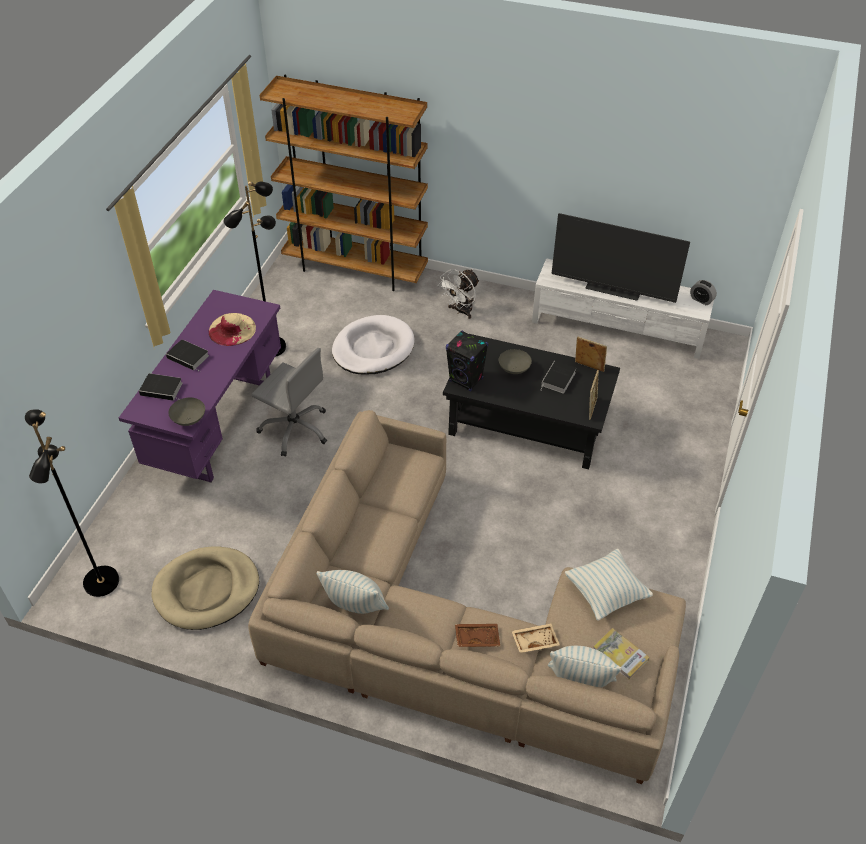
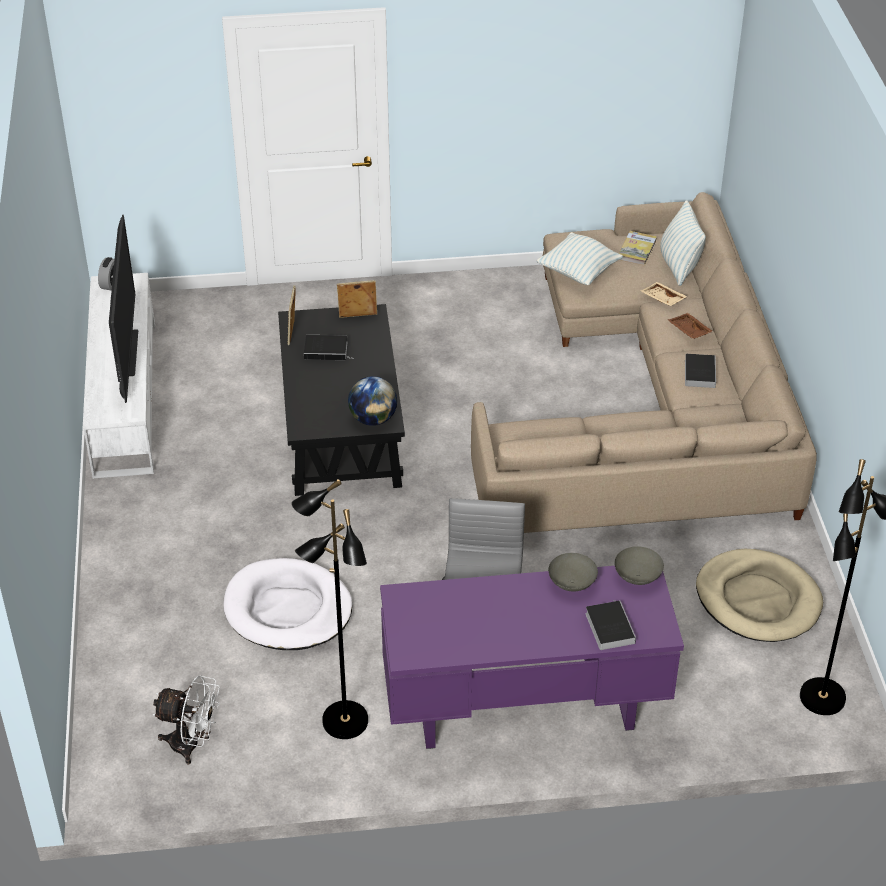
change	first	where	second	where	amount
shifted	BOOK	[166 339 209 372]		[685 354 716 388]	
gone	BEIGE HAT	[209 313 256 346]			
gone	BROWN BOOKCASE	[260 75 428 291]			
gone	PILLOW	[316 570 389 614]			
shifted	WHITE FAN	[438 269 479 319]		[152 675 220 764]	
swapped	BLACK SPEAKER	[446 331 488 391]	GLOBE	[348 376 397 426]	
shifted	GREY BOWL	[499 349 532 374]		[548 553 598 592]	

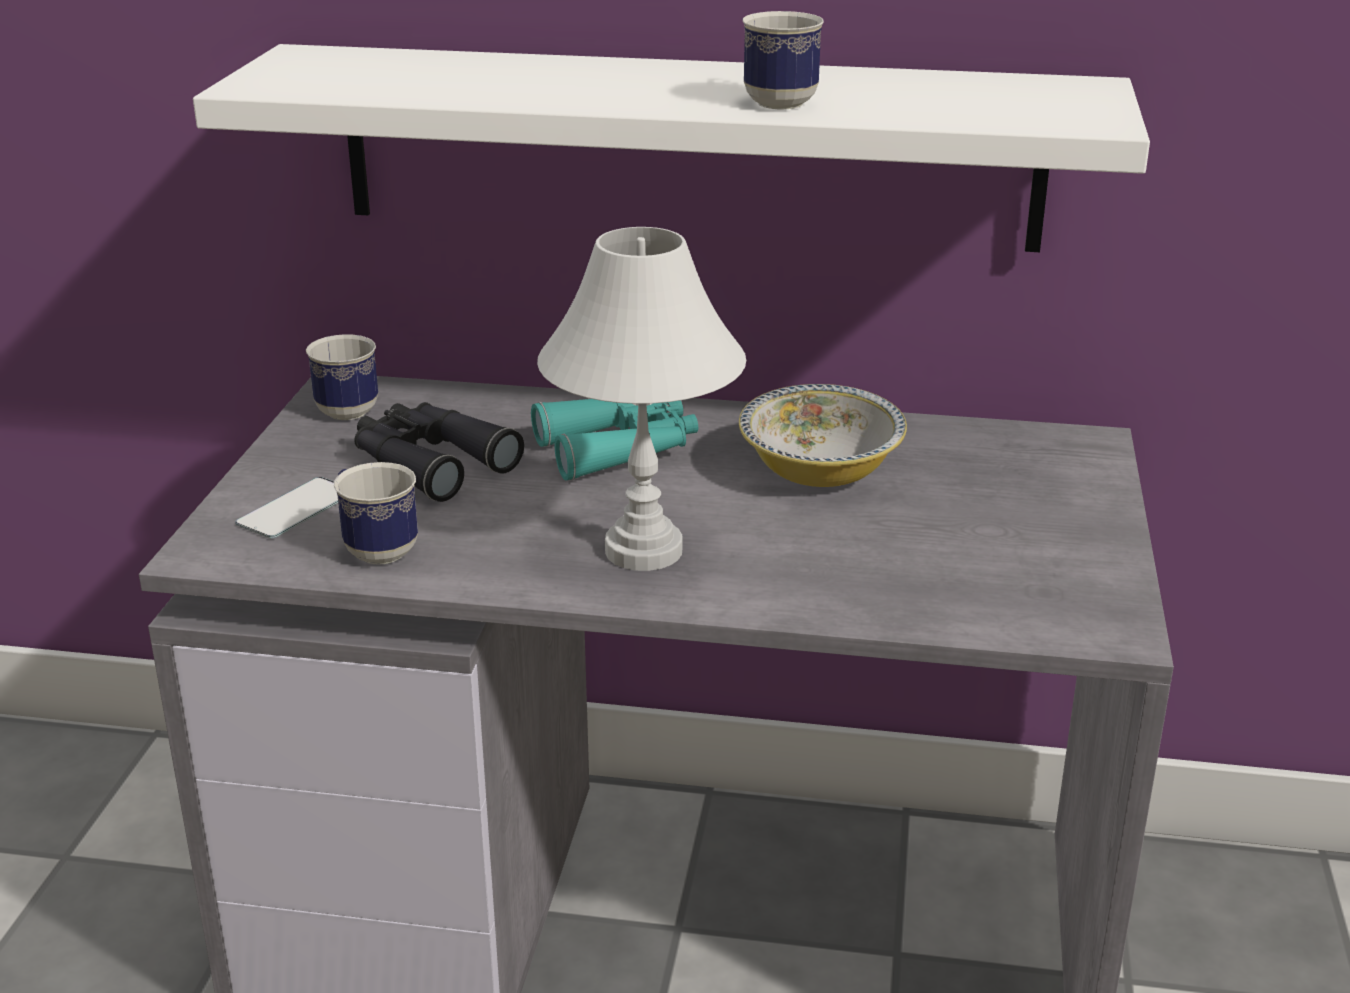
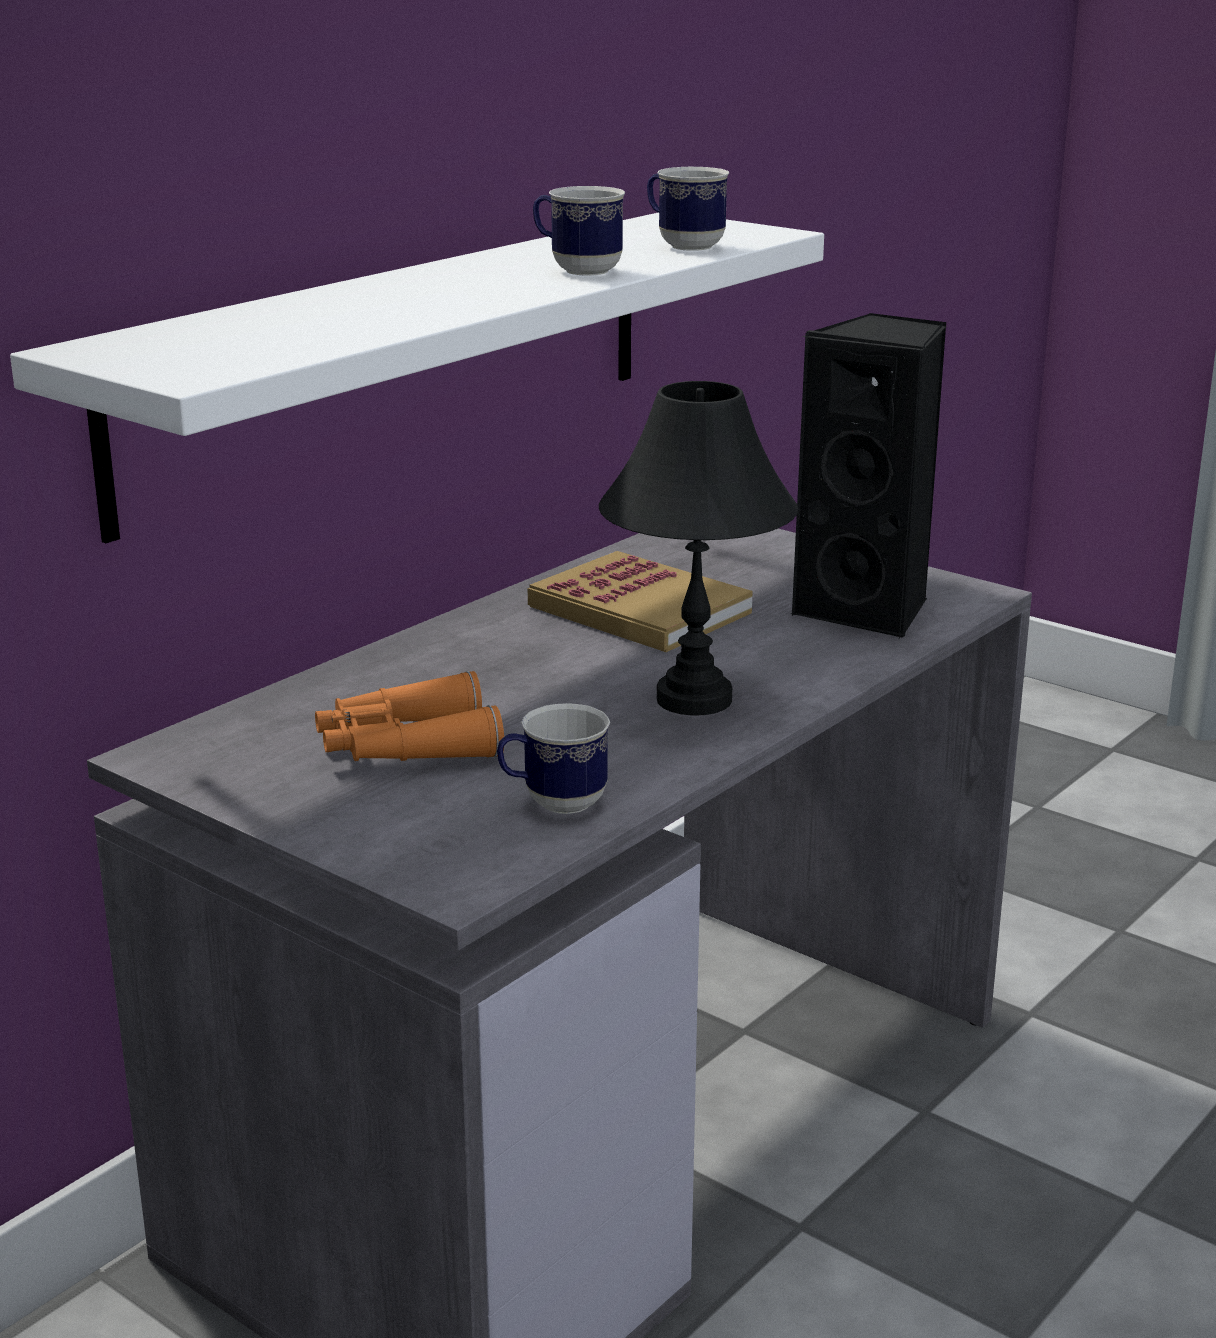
change	first	where	second	where	amount
gone	PHONE	[235 477 338 539]			
shifted	MUG	[306 334 378 420]		[647 167 729 251]	
repainted	BLACK BINOCULARS	[354 402 524 502]	ORANGE BINOCULARS	[315 671 504 761]	
gone	TURQUOISE BINOCULARS	[531 399 698 480]			
repainted	WHITE TABLE LAMP	[537 227 746 571]	BLACK TABLE LAMP	[599 381 798 716]	
swapped	BOWL	[739 384 907 487]	BOOK	[528 551 752 652]	
new			BLACK SPEAKER	[791 313 946 638]	

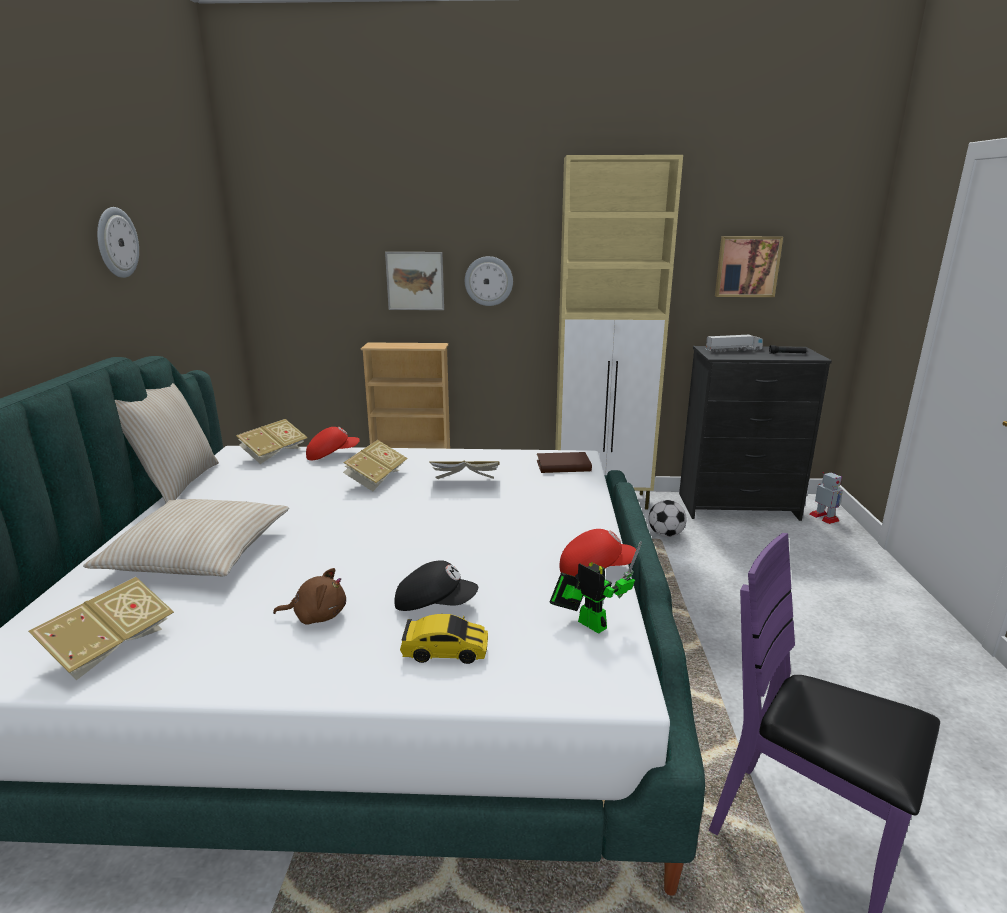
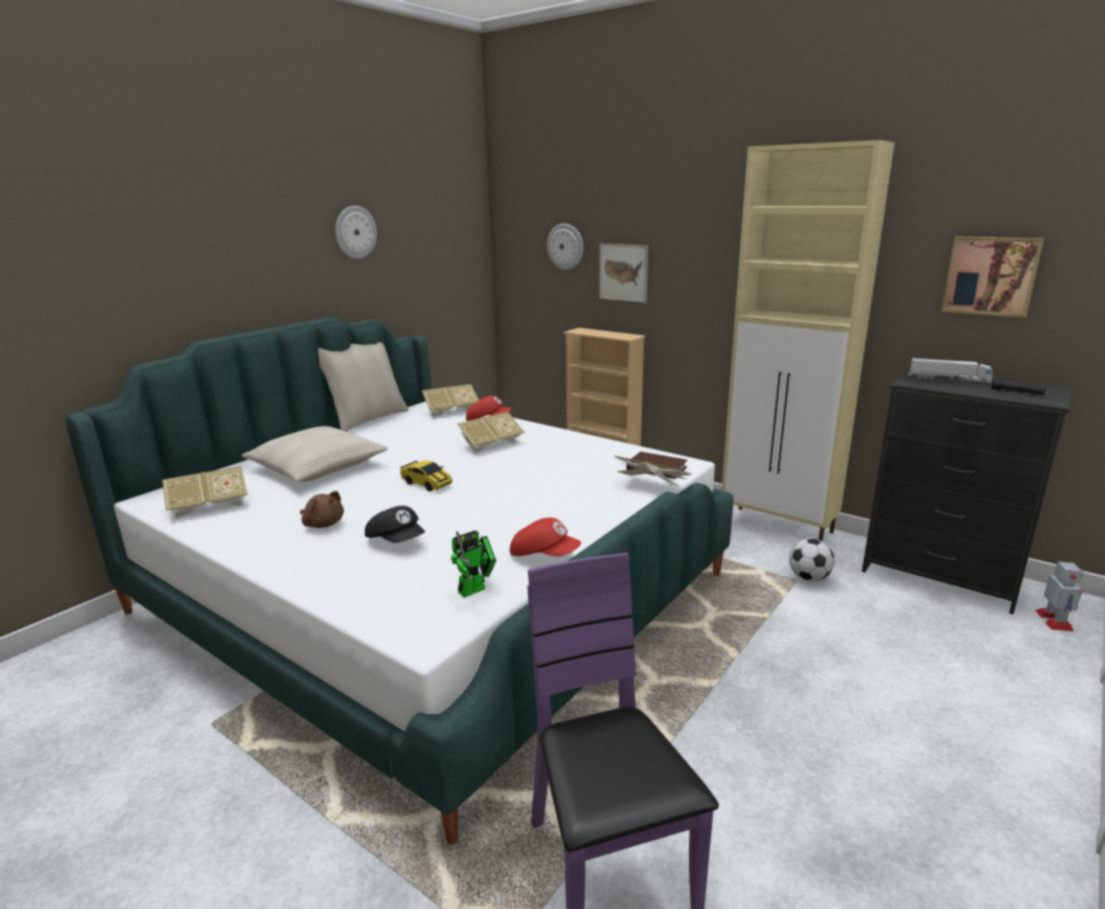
change	first	where	second	where	amount
shifted	TOY CAR	[400 614 488 664]		[400 460 452 491]	
shifted	BOOK	[429 461 500 479]		[615 456 692 488]	
shifted	WALL CLOCK	[465 256 513 306]		[547 223 584 270]	
rotated	TOY ROBOT	[550 541 642 634]		[451 530 496 598]	60 degrees clockwise

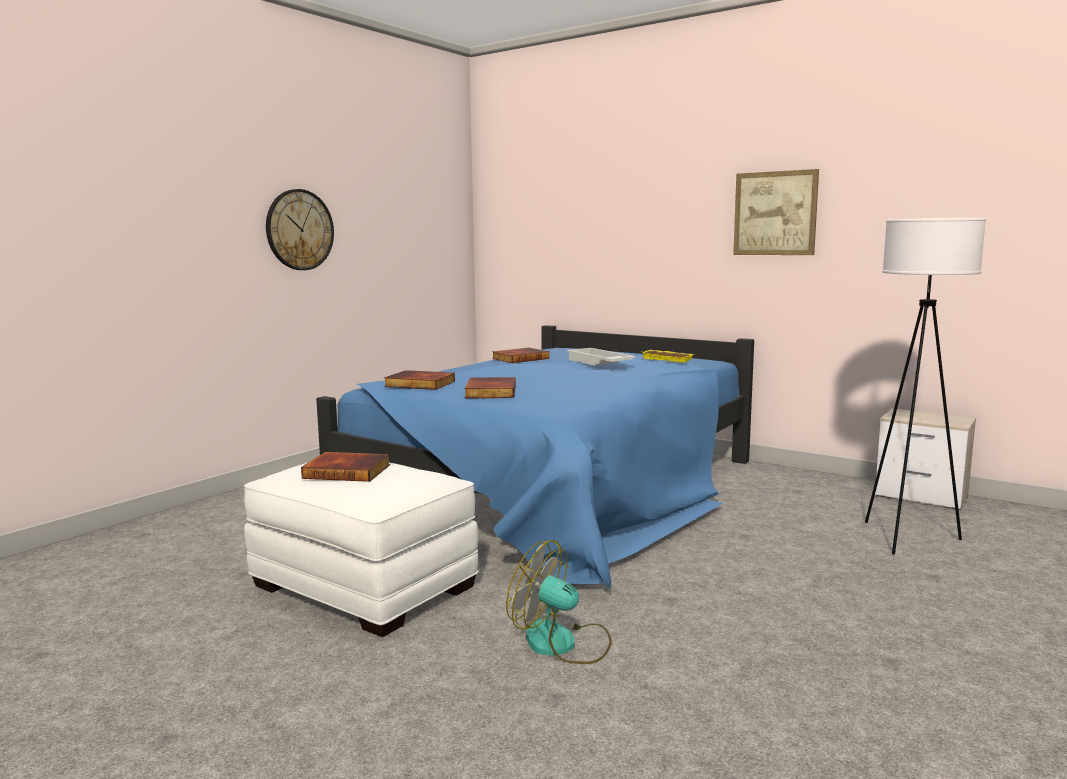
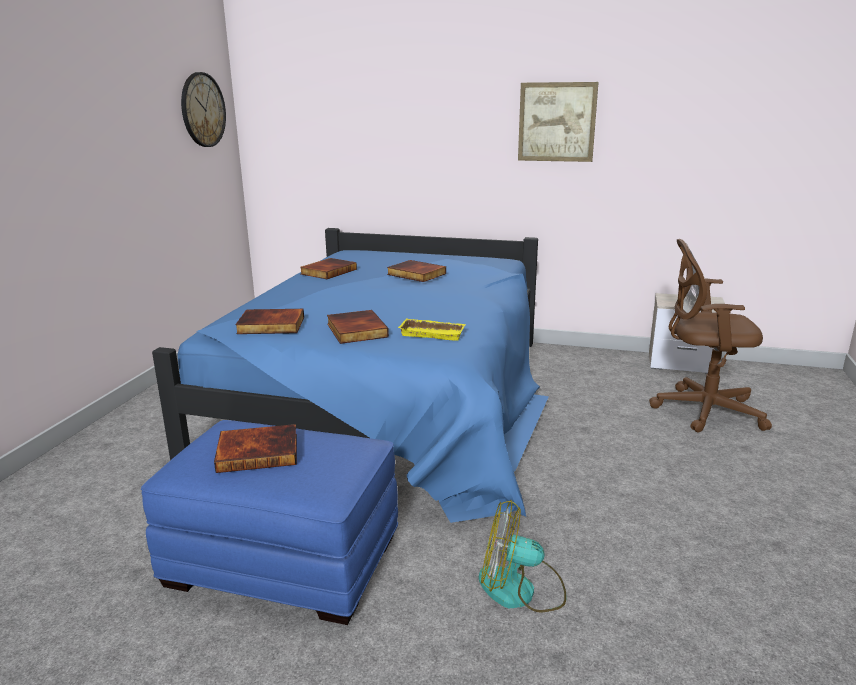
change	first	where	second	where	amount
repainted	WHITE OTTOMAN	[244 463 479 637]	BLUE OTTOMAN	[141 420 398 625]	
shifted	WALL CLOCK	[266 189 334 270]		[181 72 226 147]	
swapped	WHITE TRAY	[567 348 636 365]	BOOK	[387 260 446 282]	
shifted	YELLOW TRAY	[643 350 695 363]		[398 318 466 341]	
swapped	WHITE FLOOR LAMP	[865 218 986 555]	BROWN OFFICE CHAIR	[649 239 772 432]	

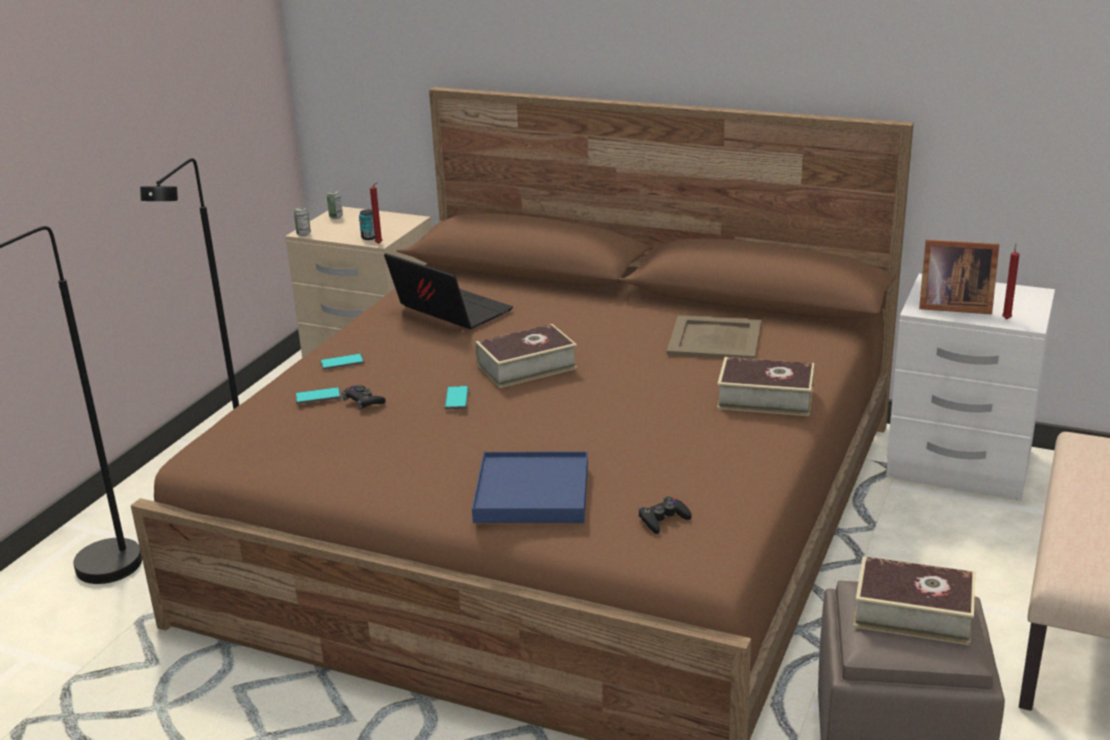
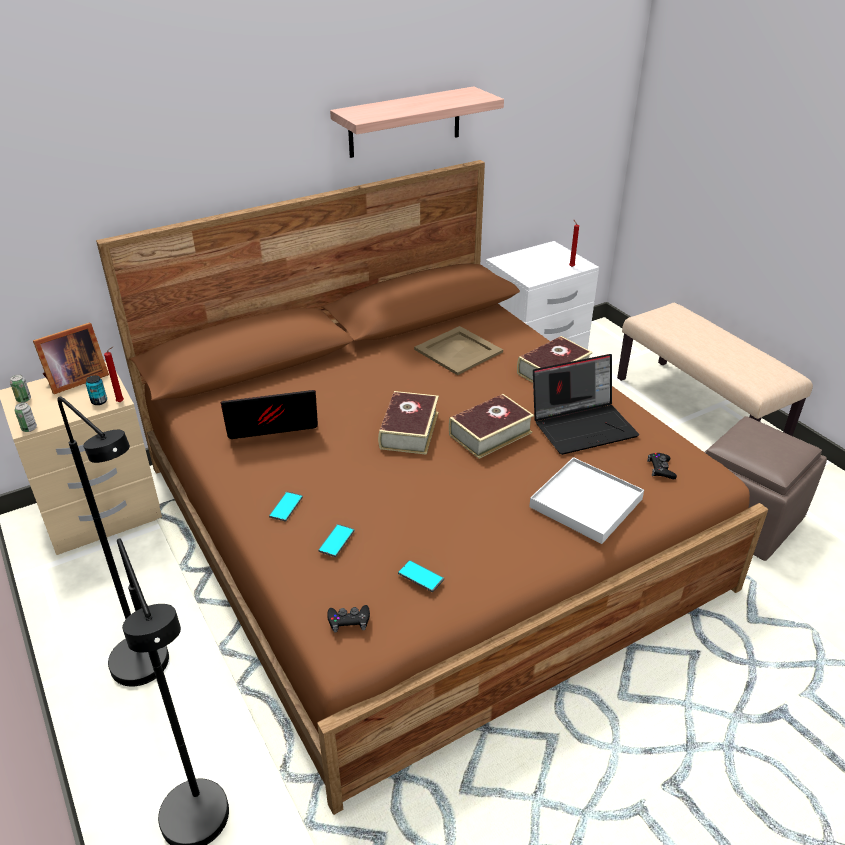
change	first	where	second	where	amount
shifted	BLACK GAME CONTROLLER	[342 385 386 410]		[327 605 370 632]	
shifted	PHONE	[445 386 469 409]		[398 560 444 592]	
repainted	BLUE TRAY	[472 451 588 523]	WHITE TRAY	[529 457 644 544]	
shifted	BOOK	[853 556 975 645]		[449 394 534 459]	
shifted	PICTURE FRAME	[919 239 999 314]		[33 322 109 394]	
new			SHELF	[330 86 504 158]	
new			LAPTOP	[533 354 639 455]	

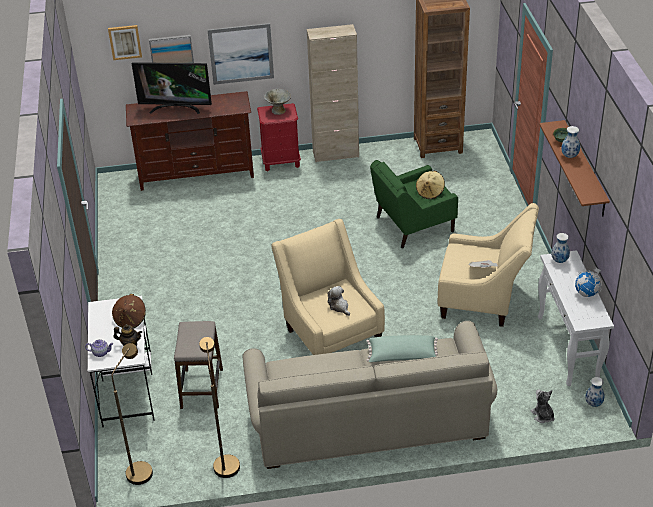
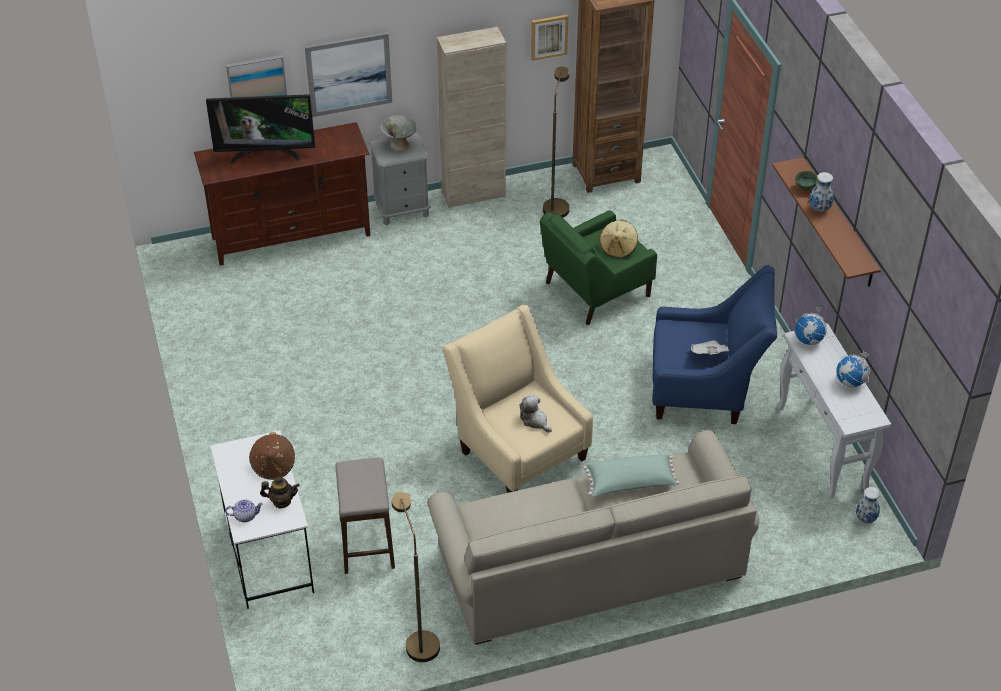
change	first	where	second	where	amount
shifted	PICTURE	[108 25 142 60]		[531 15 568 61]	
shifted	BROWN FLOOR LAMP	[112 343 153 485]		[543 66 570 218]	
repainted	RED NIGHTSTAND	[257 103 301 171]	GREY NIGHTSTAND	[369 133 430 225]	
repainted	BEIGE ARMCHAIR	[438 203 539 327]	BLUE ARMCHAIR	[652 265 777 424]	
gone	PLUSH TOY	[530 389 554 423]			
swapped	VASE	[551 233 570 263]	GLOBE	[795 306 828 345]	

